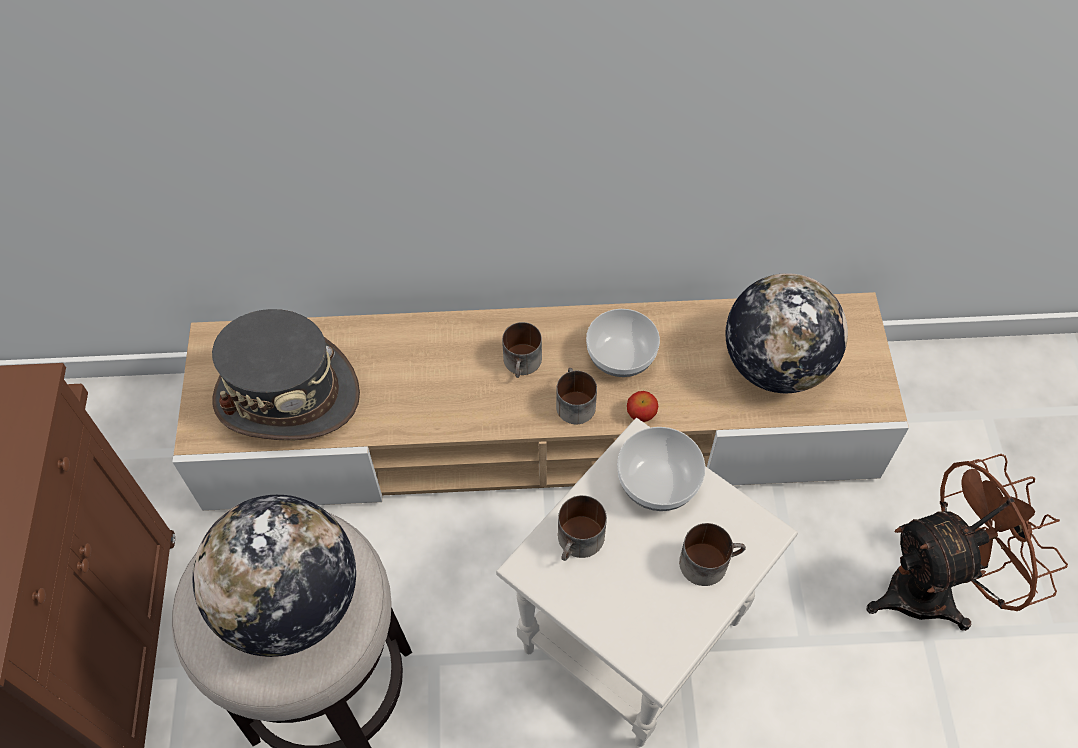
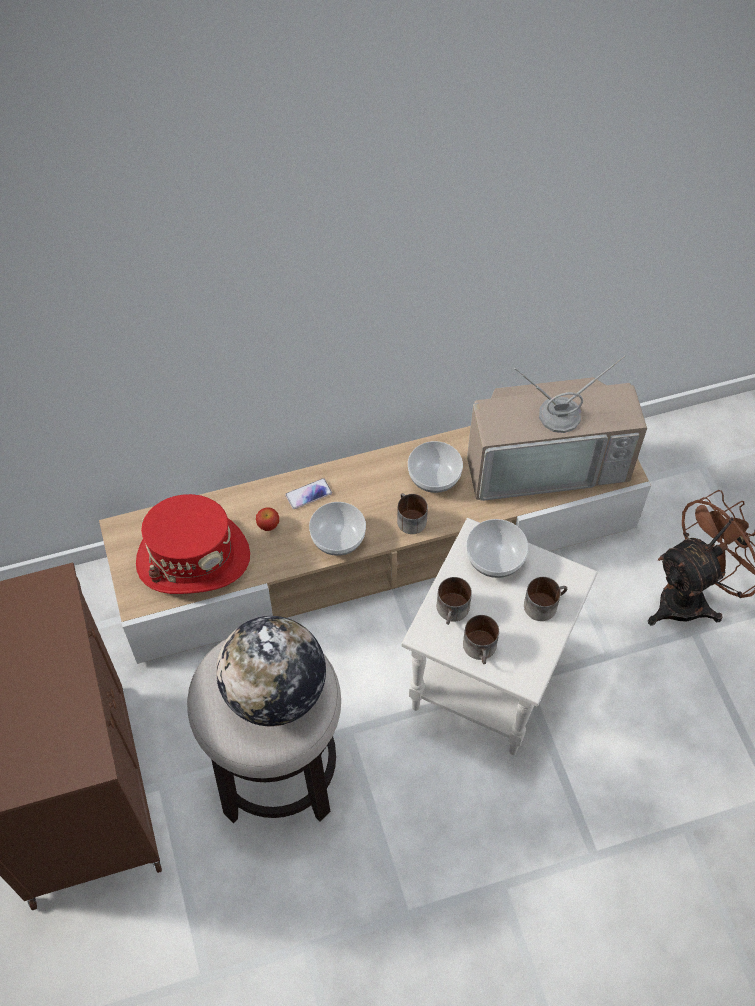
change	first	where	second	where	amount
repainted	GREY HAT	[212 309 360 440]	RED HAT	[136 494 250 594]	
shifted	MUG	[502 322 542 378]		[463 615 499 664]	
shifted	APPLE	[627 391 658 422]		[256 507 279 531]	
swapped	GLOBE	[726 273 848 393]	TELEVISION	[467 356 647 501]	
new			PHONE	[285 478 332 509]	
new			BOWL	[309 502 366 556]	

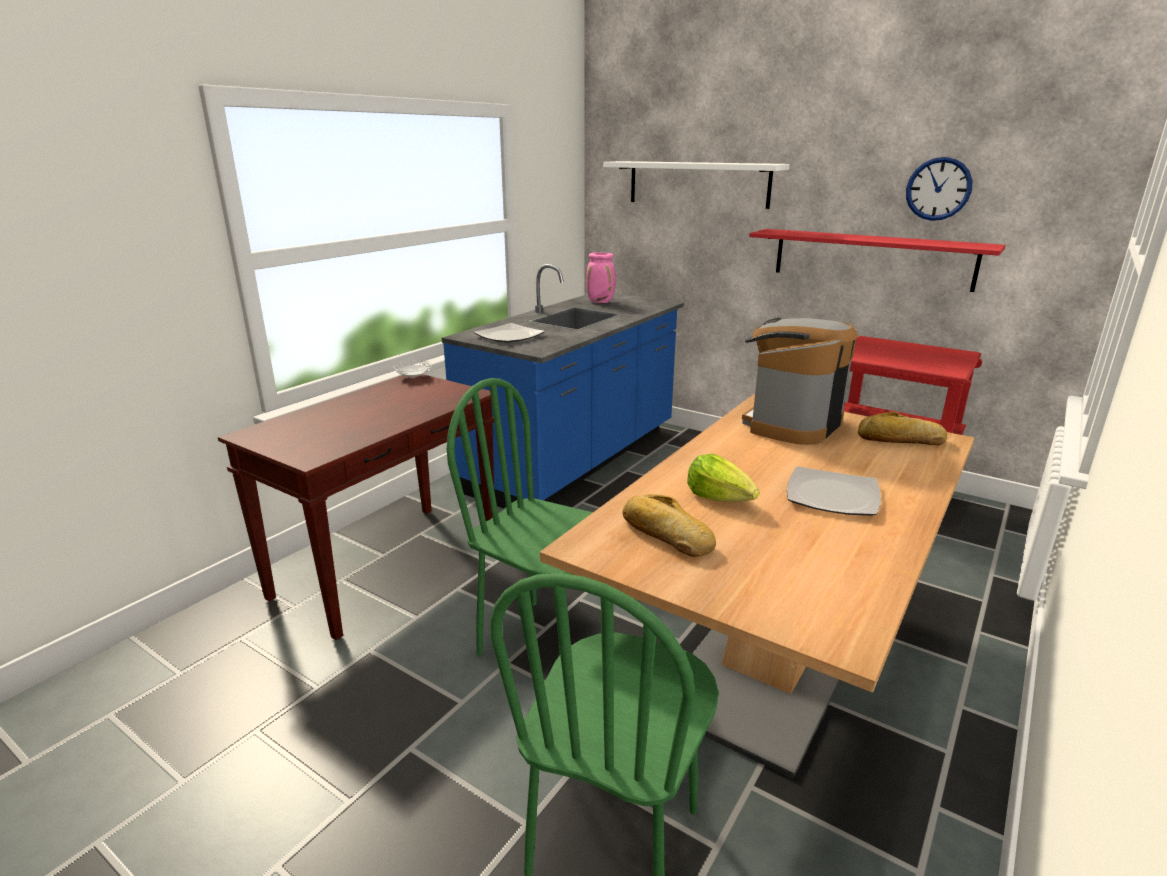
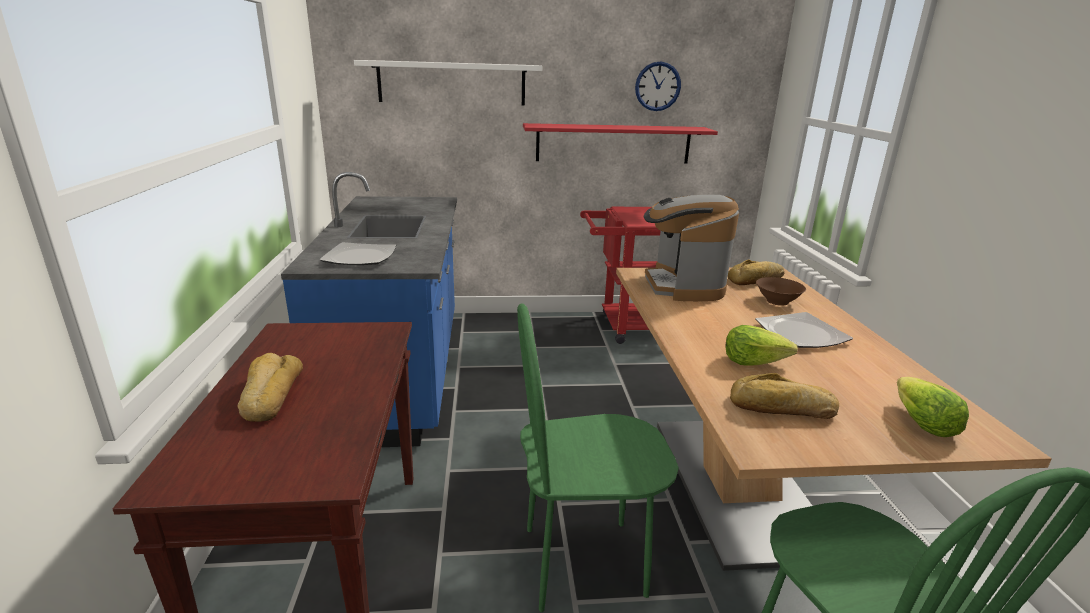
change	first	where	second	where	amount
gone	WHITE PLATE	[394 360 432 378]			
gone	PINK VASE	[586 252 616 303]			
new			BREAD	[238 353 303 422]	
new			BROWN BOWL	[756 277 806 306]	
new			LETTUCE	[897 377 969 437]	

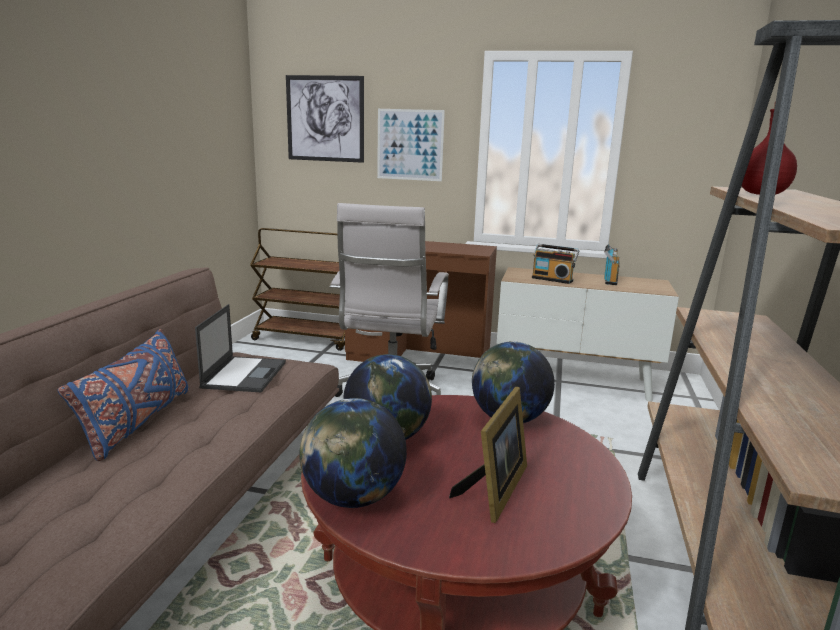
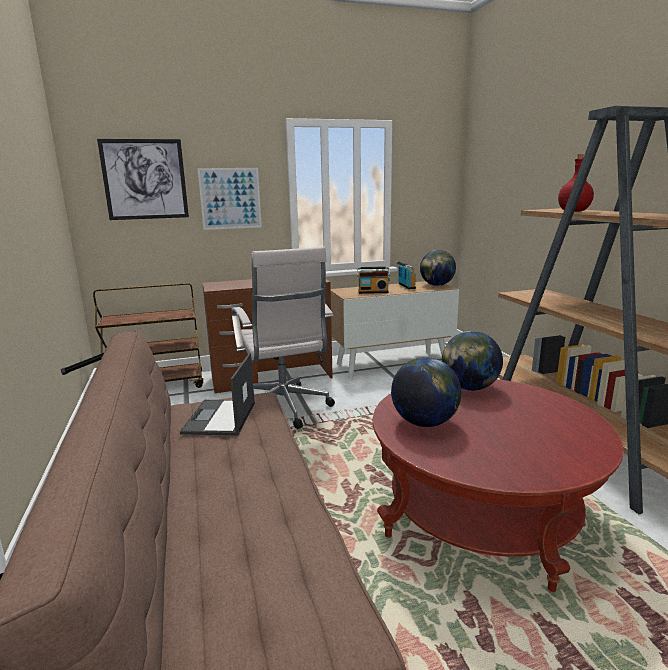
change	first	where	second	where	amount
gone	BLUE PILLOW	[58 329 189 461]			
rotated	LAPTOP	[195 304 286 392]		[180 353 255 435]	150 degrees counterclockwise
shifted	GLOBE	[300 398 407 508]		[420 250 456 286]	
gone	PICTURE FRAME	[449 387 527 523]			

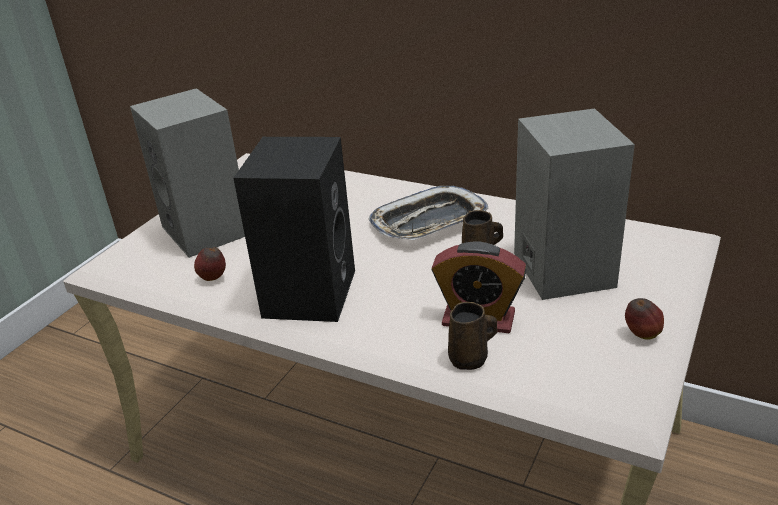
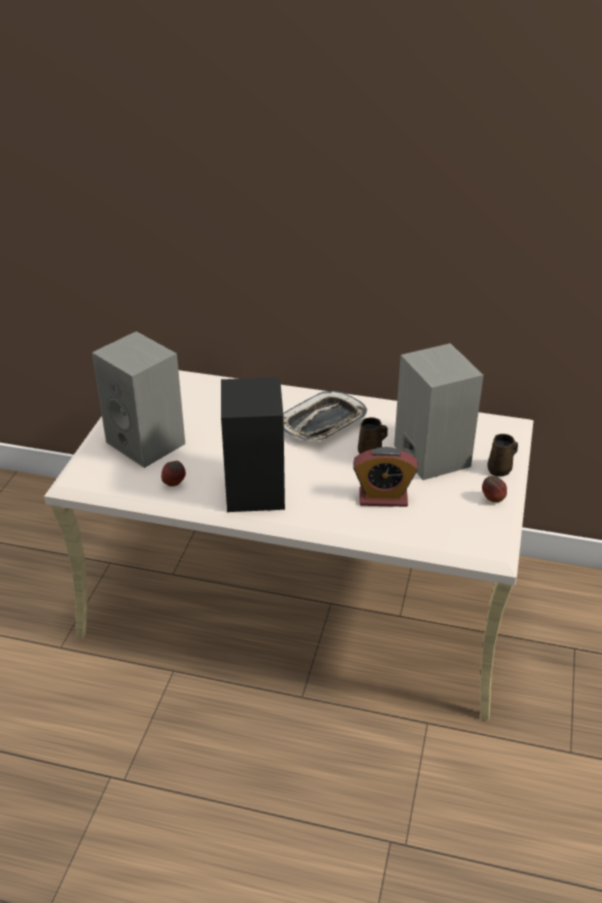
change	first	where	second	where	amount
shifted	BROWN MUG	[448 302 497 370]		[487 434 518 476]	

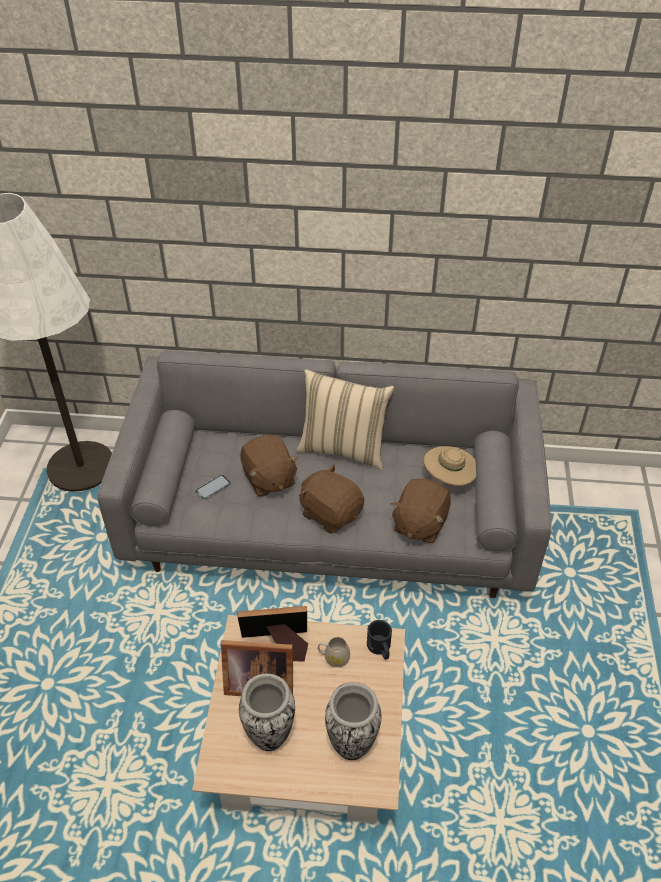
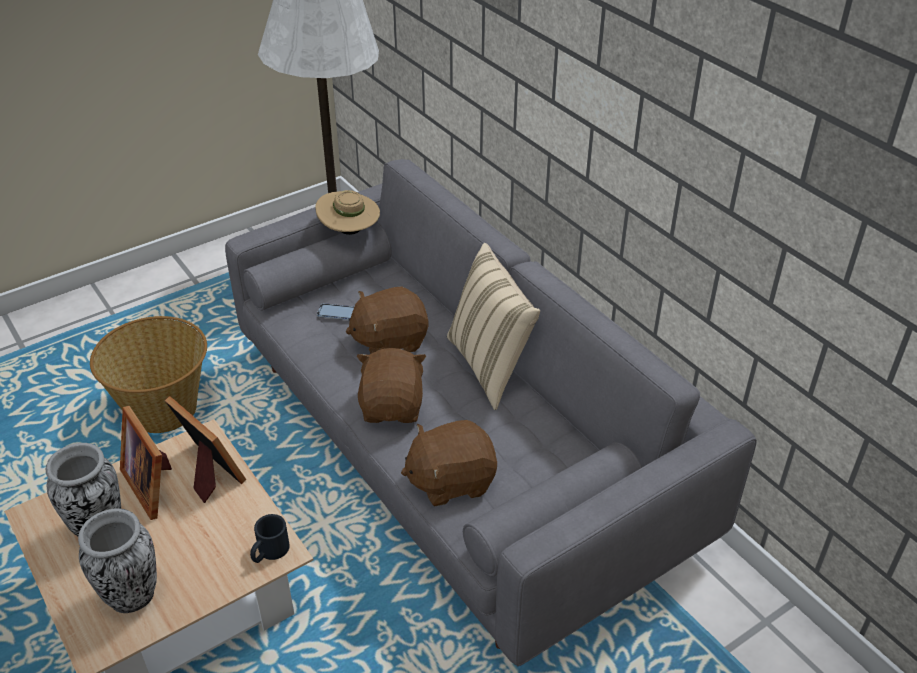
change	first	where	second	where	amount
rotated	BROWN PLUSH TOY	[240 435 299 497]		[346 286 428 354]	45 degrees clockwise
gone	WHITE MUG	[318 637 350 667]			
shifted	BEIGE HAT	[424 446 476 486]		[315 190 380 235]	
new			BASKET	[90 316 207 433]	

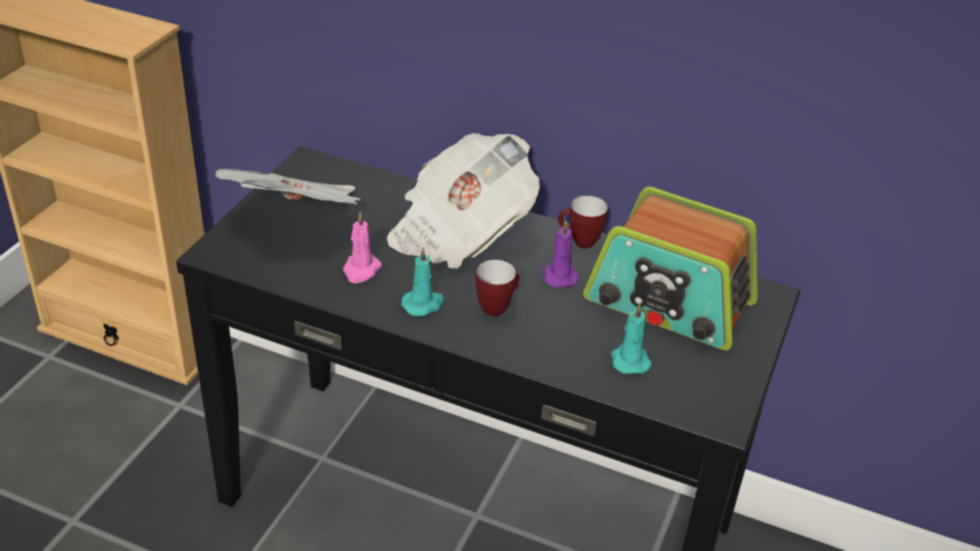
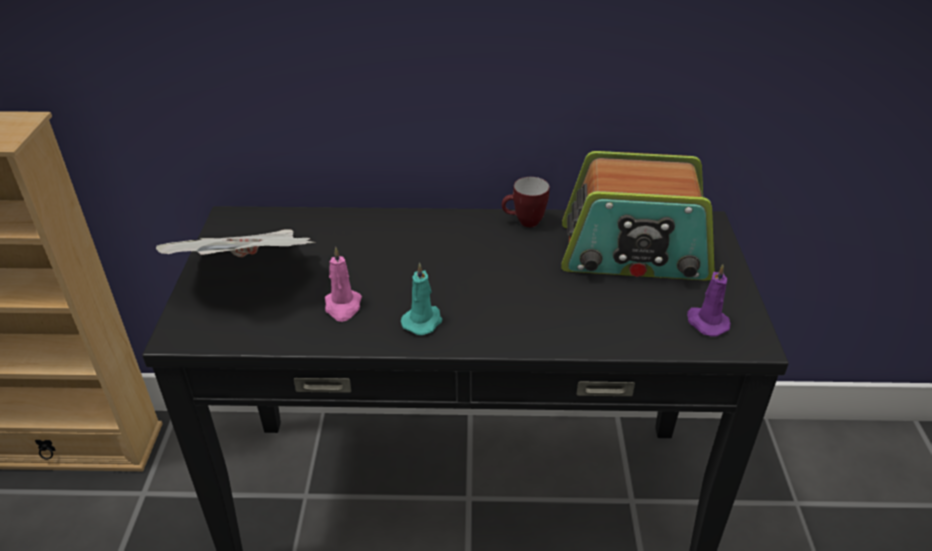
change	first	where	second	where	amount
gone	NEWSPAPER	[387 133 540 269]			
gone	MUG	[475 260 520 317]			
shifted	PURPLE CANDLE	[543 220 580 288]		[687 264 731 337]	
gone	TURQUOISE CANDLE	[611 303 652 374]			

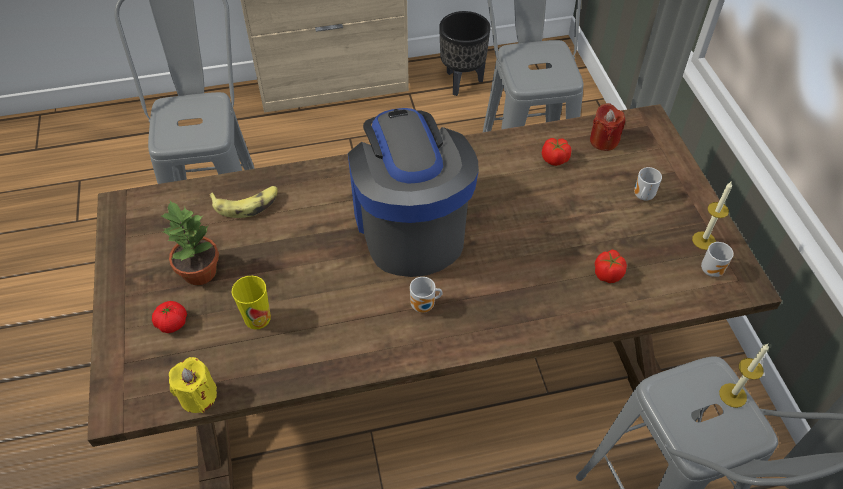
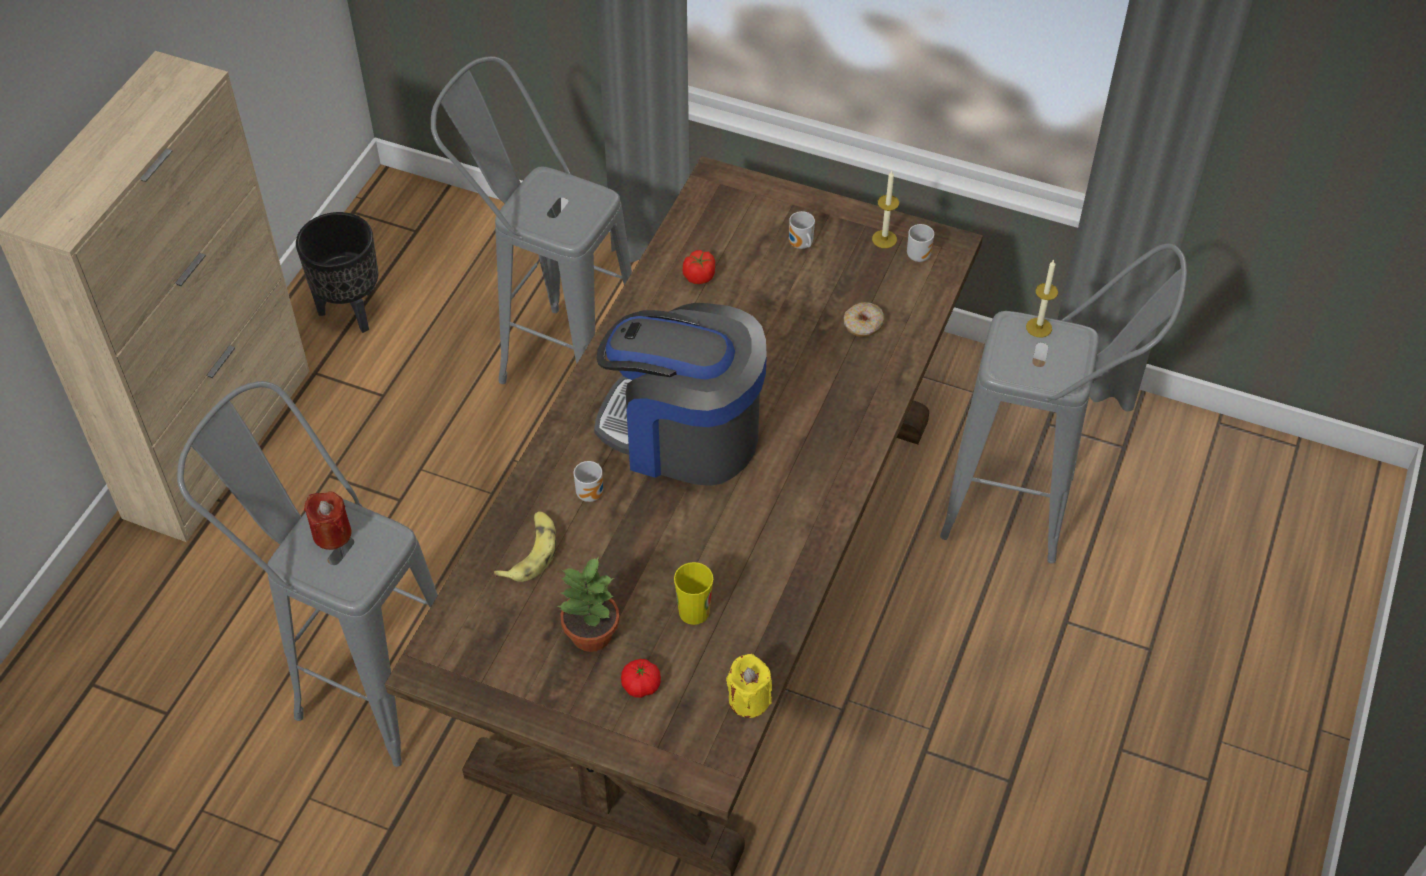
change	first	where	second	where	amount
shifted	MUG	[410 277 443 313]		[574 461 603 502]	
shifted	RED CANDLE	[590 103 625 151]		[304 492 352 550]	
swapped	TOMATO	[595 250 627 283]	DONUT	[844 302 885 337]	

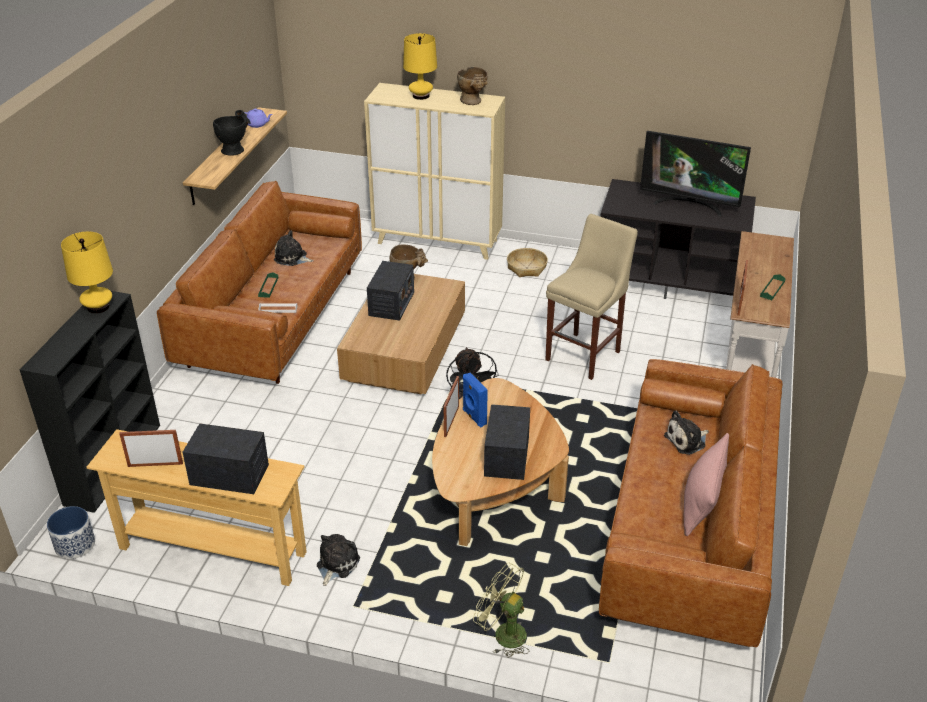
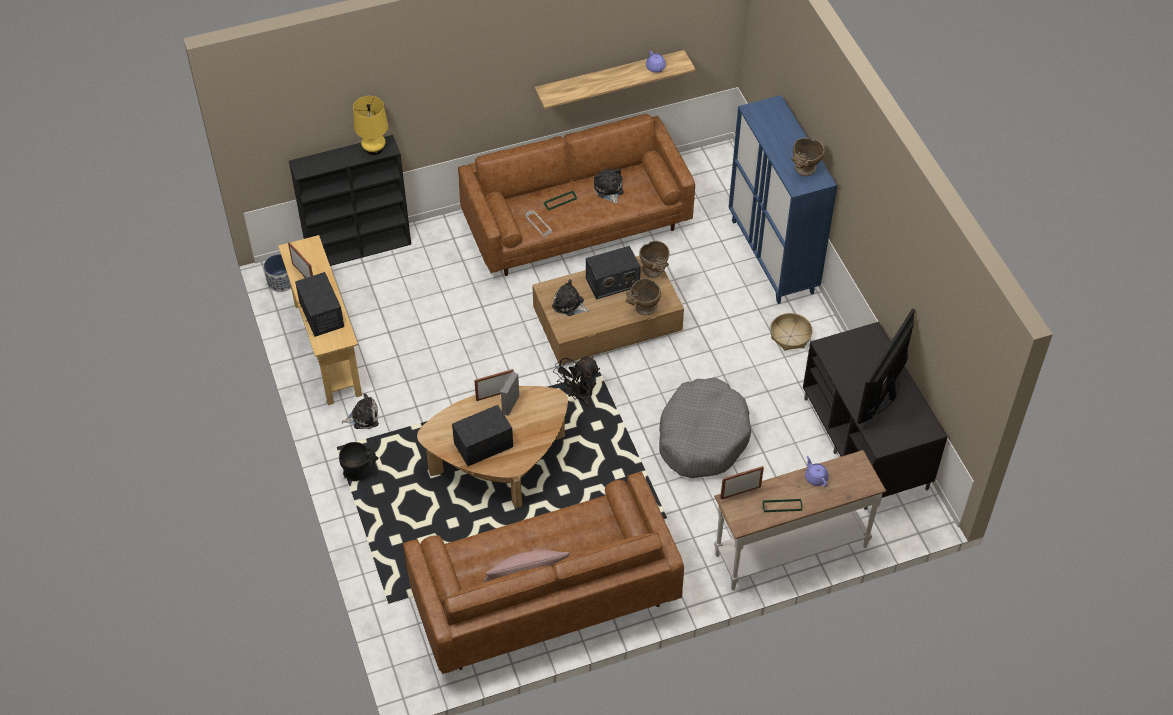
change	first	where	second	where	amount
shifted	BLACK VASE	[213 110 251 156]		[339 442 379 481]	
repainted	BEIGE CABINET	[364 83 505 260]	BLUE CABINET	[729 95 837 304]	
gone	YELLOW TABLE LAMP	[403 33 437 100]			
repainted	BLUE SPEAKER	[463 373 488 427]	GREY SPEAKER	[500 371 519 416]	
gone	GREEN FAN	[473 562 530 658]			
swapped	BEIGE STOOL	[546 214 638 380]	GREY DOG BED	[659 377 751 478]	
rotated	TELEVISION	[640 131 751 216]		[857 308 915 424]	45 degrees clockwise
shifted	PLUSH TOY	[664 411 709 455]		[552 279 590 316]	
new			BEIGE VASE	[625 278 661 315]	
new			PURPLE TEAPOT	[805 456 829 487]	

